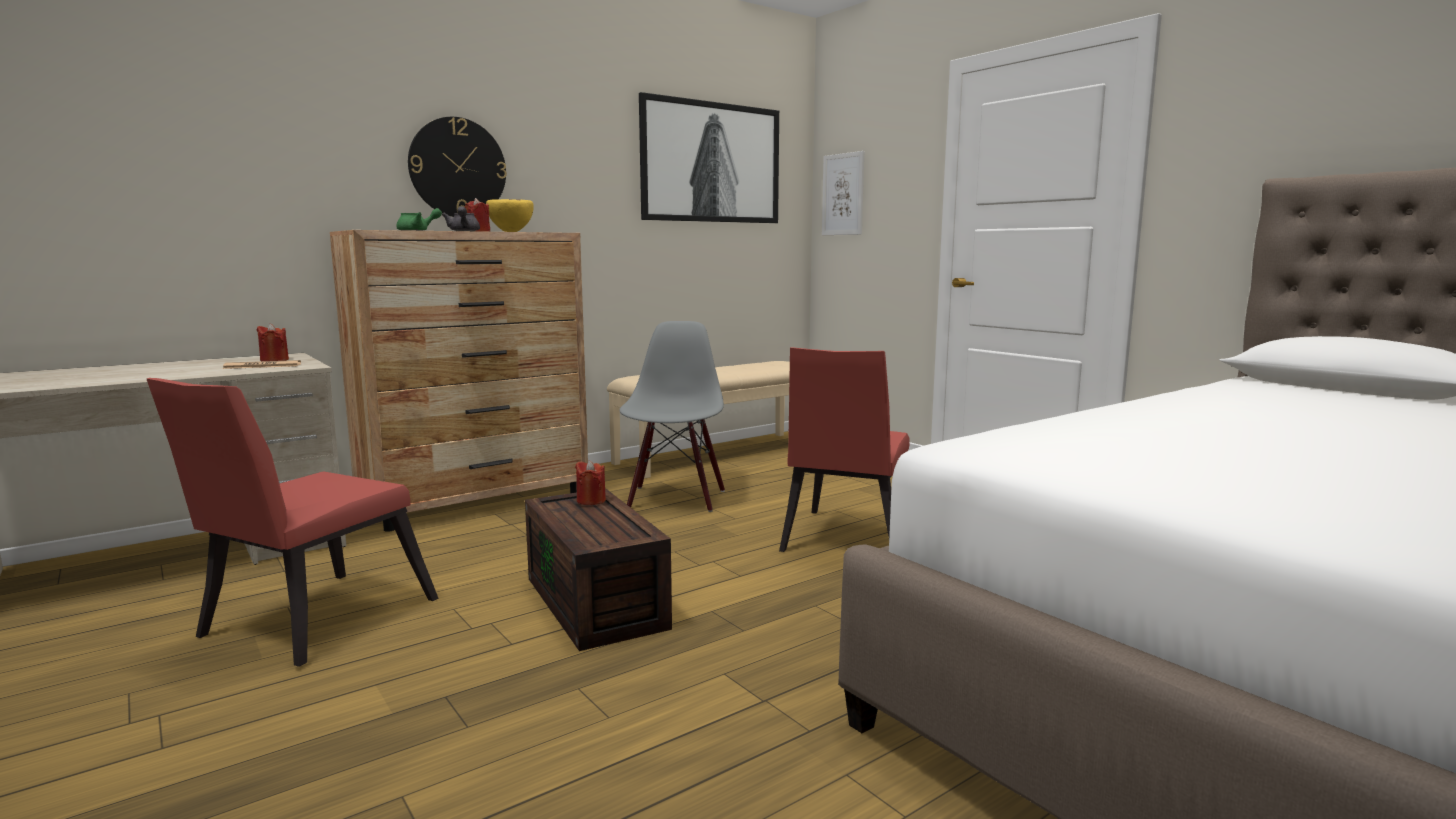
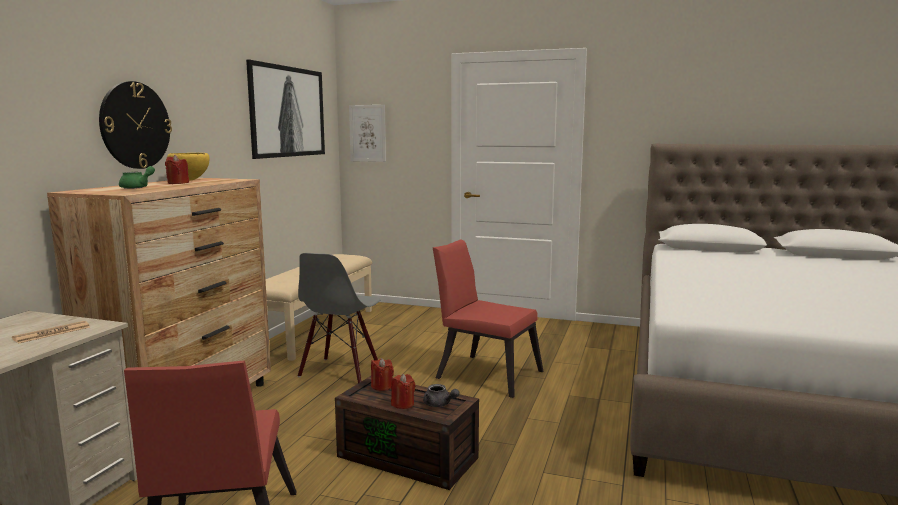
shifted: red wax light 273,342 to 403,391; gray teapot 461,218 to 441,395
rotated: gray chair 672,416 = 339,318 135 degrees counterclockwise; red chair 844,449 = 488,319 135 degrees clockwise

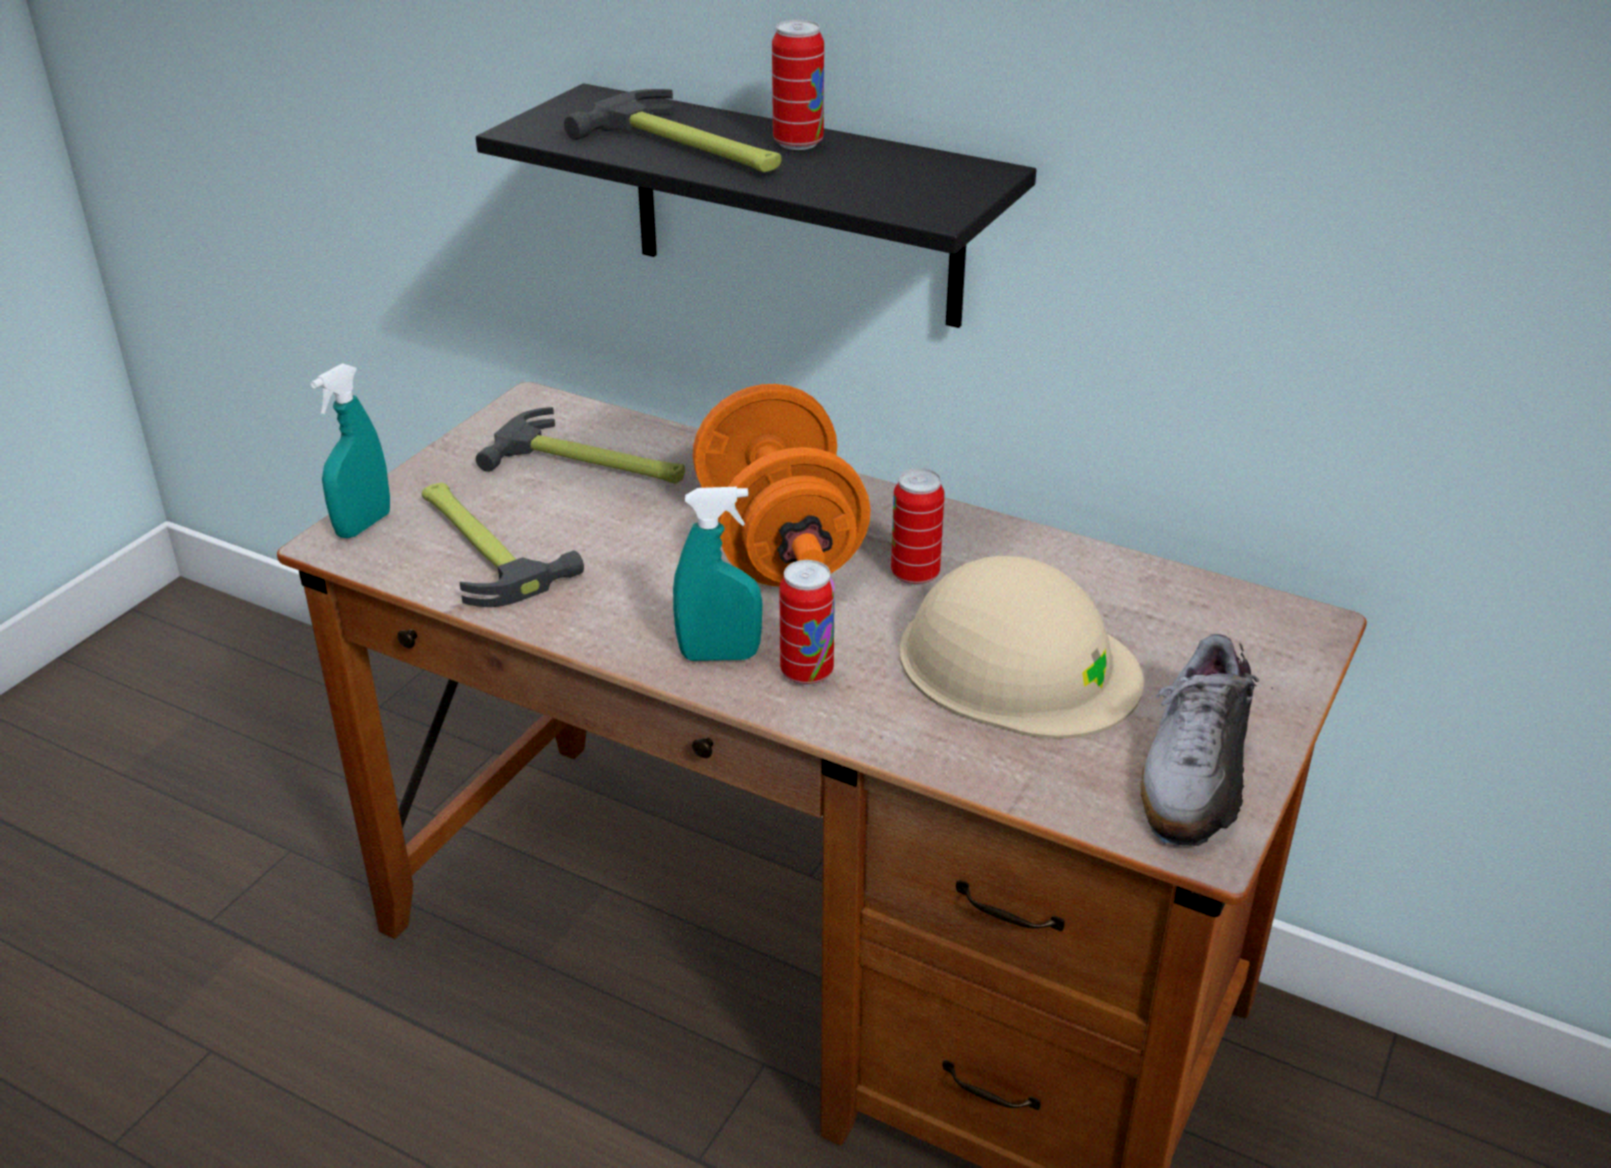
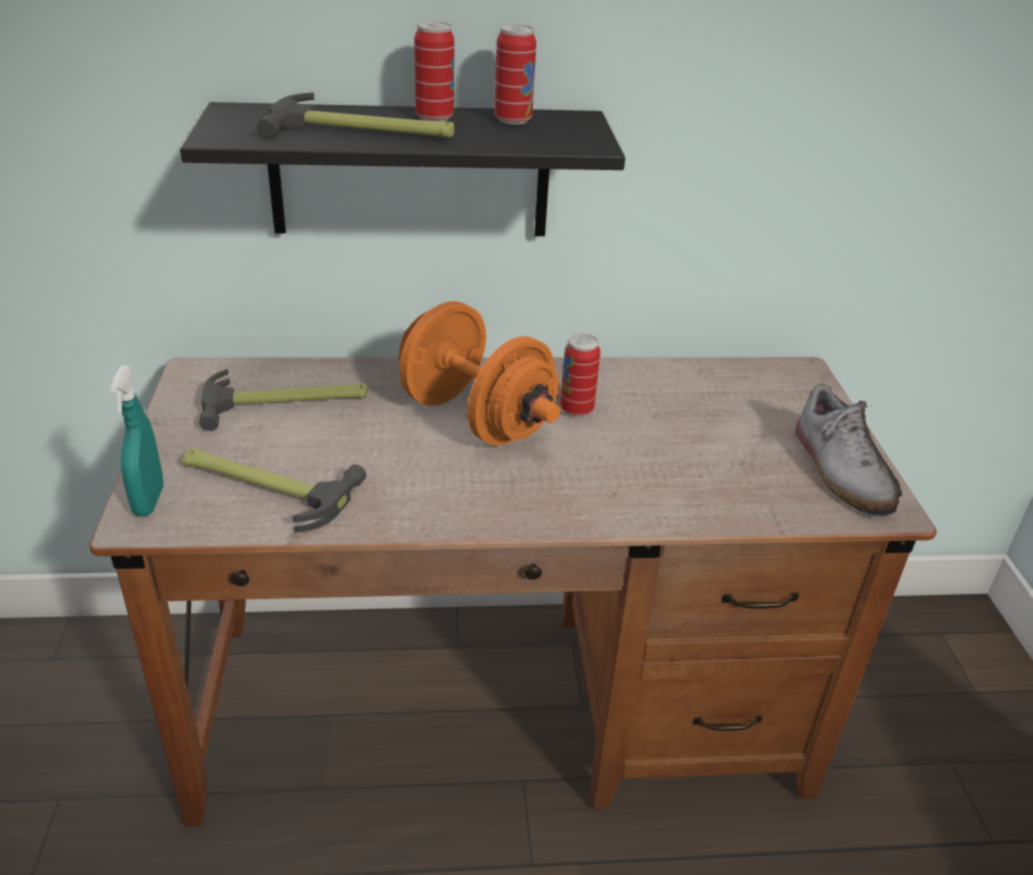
gone: blue-green hand sprayer 718,574; sand-coloured work helmet 1021,647
shifted: metal can 807,622 to 515,74

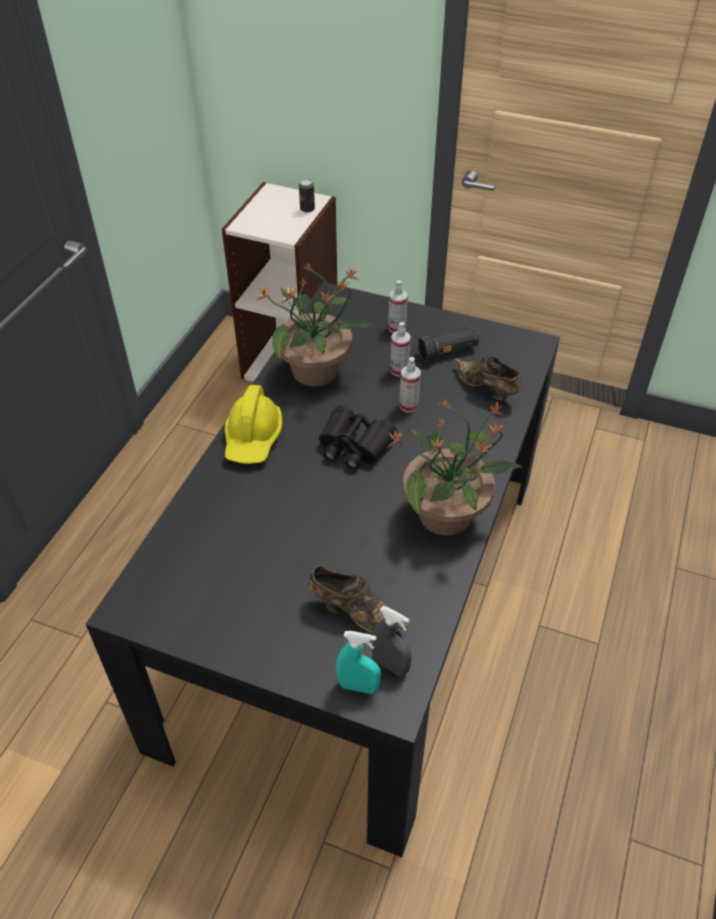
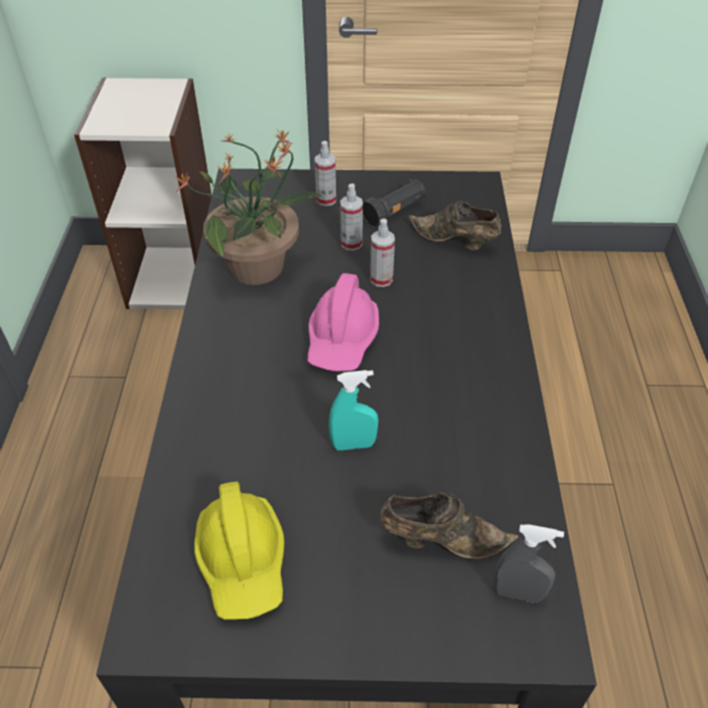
gone: metal can 307,196; houseplant 455,468
shifted: yellow-coloured work helmet 253,424 to 239,551; blue-green hand sprayer 358,662 to 354,410
swapped: blackish pair of binoculars 358,437 to pinkish work helmet 343,322

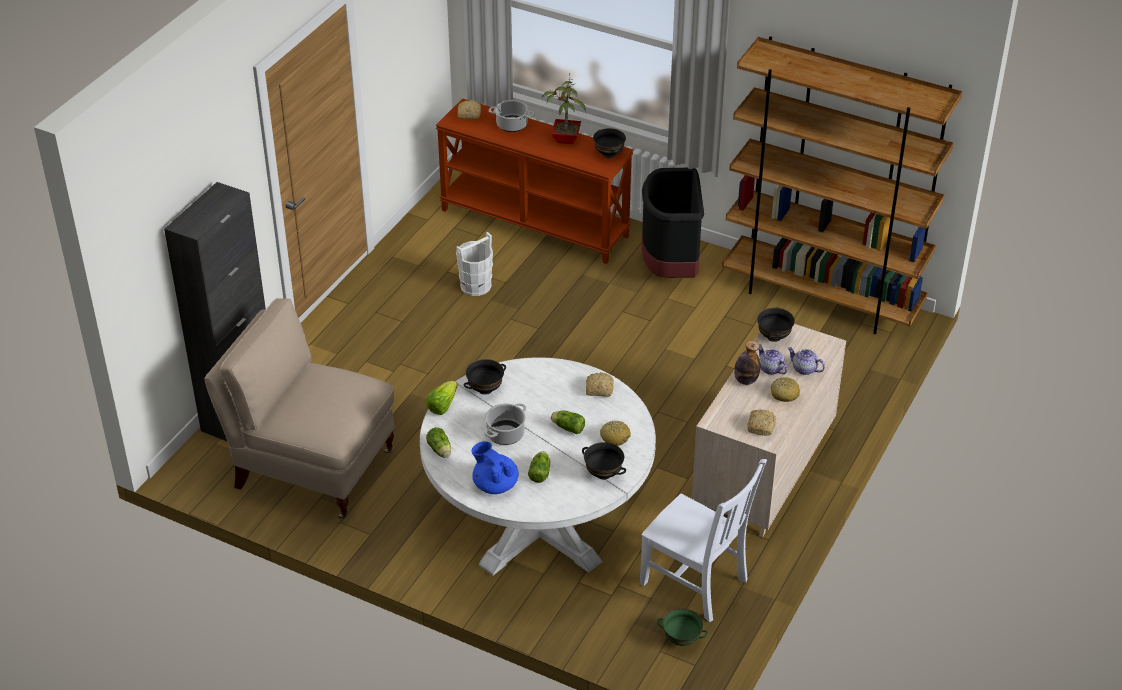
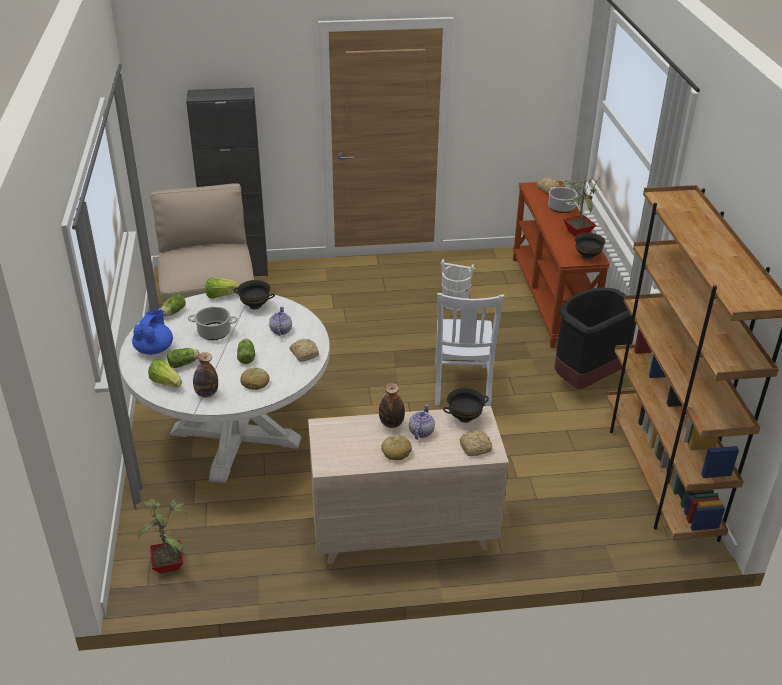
new: lettuce 165,373
shifted: white-coloured chair 703,540 to 469,349; baked bread 761,423 to 476,443; teapot 806,361 to 280,321
swapped: blackish serving bowl 604,461 to beverage bottle 205,375; greenish serving bowl 682,627 to houseplant 163,535

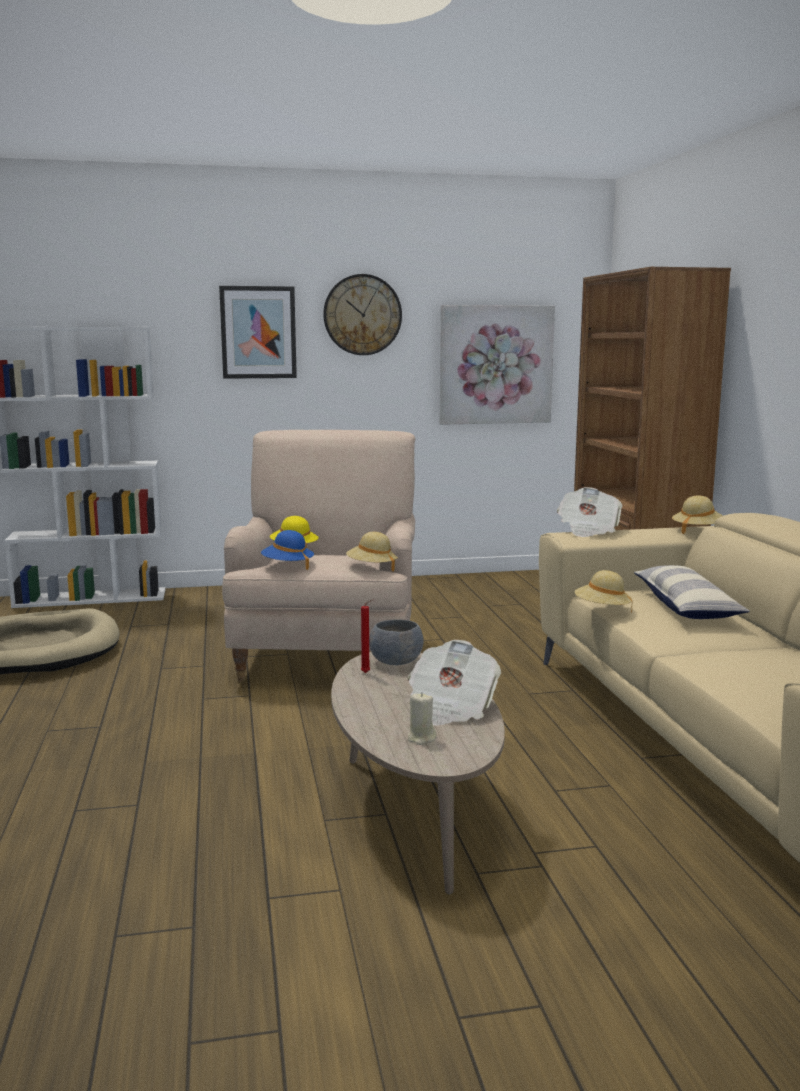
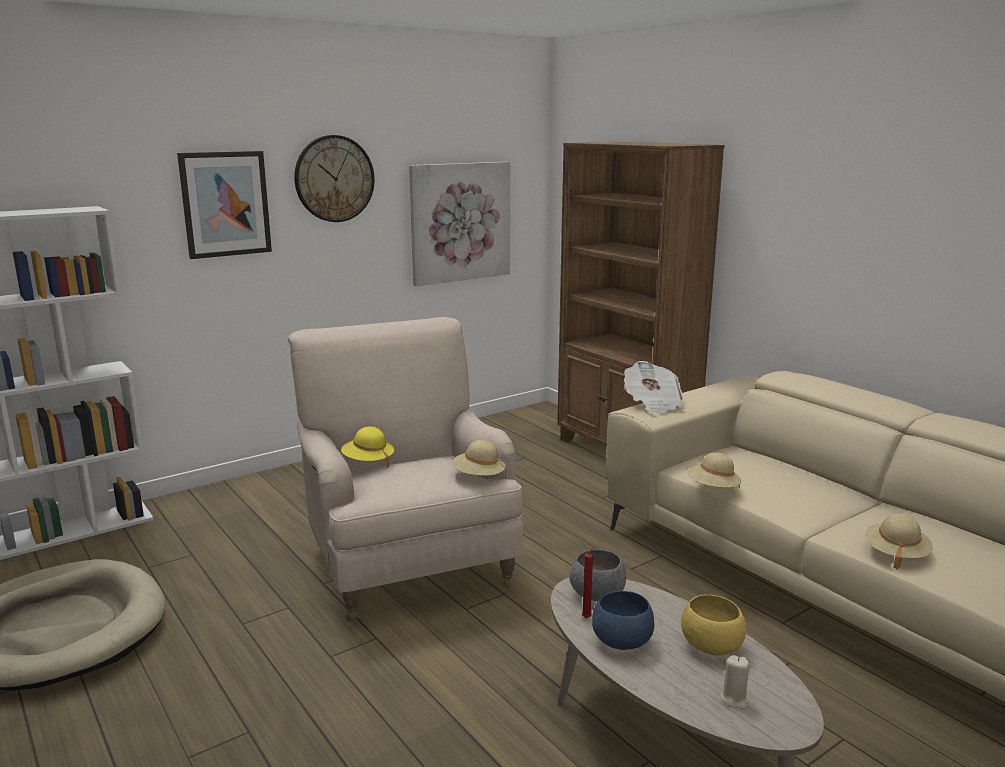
gone: blue hat 287,550; pillow 692,592
new: blue serving bowl 623,620
shifted: sand-coloured hat 697,514 to 899,542
swapped: printed paper 454,683 to yellow-coloured serving bowl 713,625

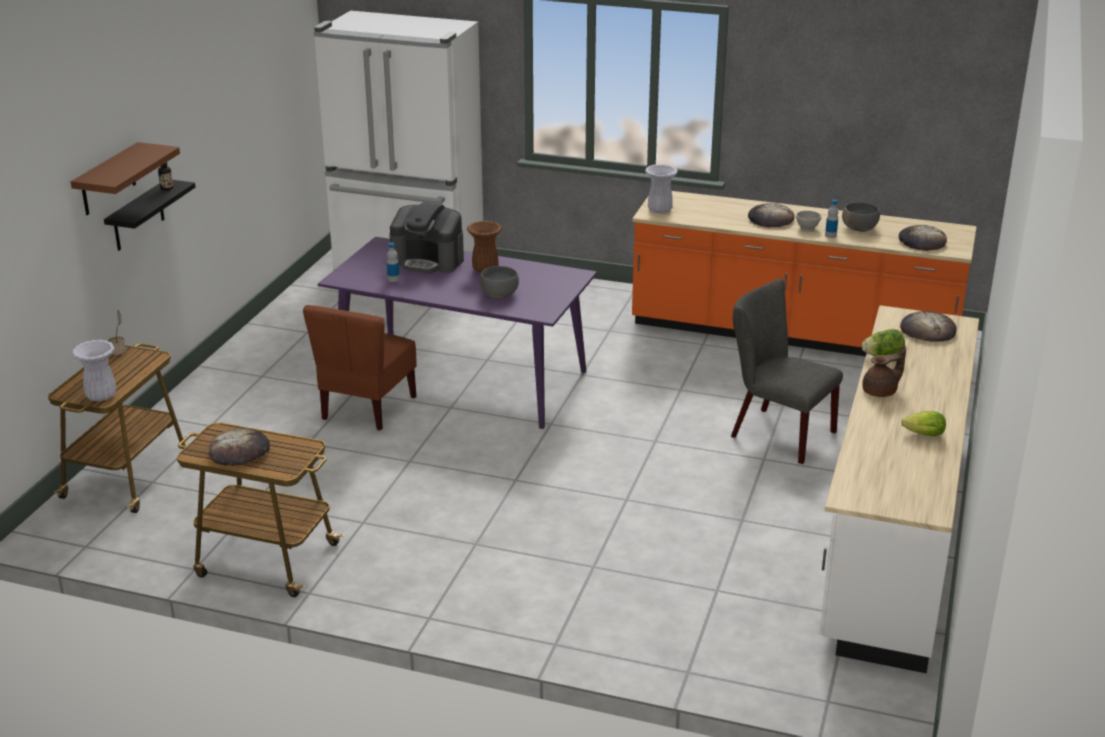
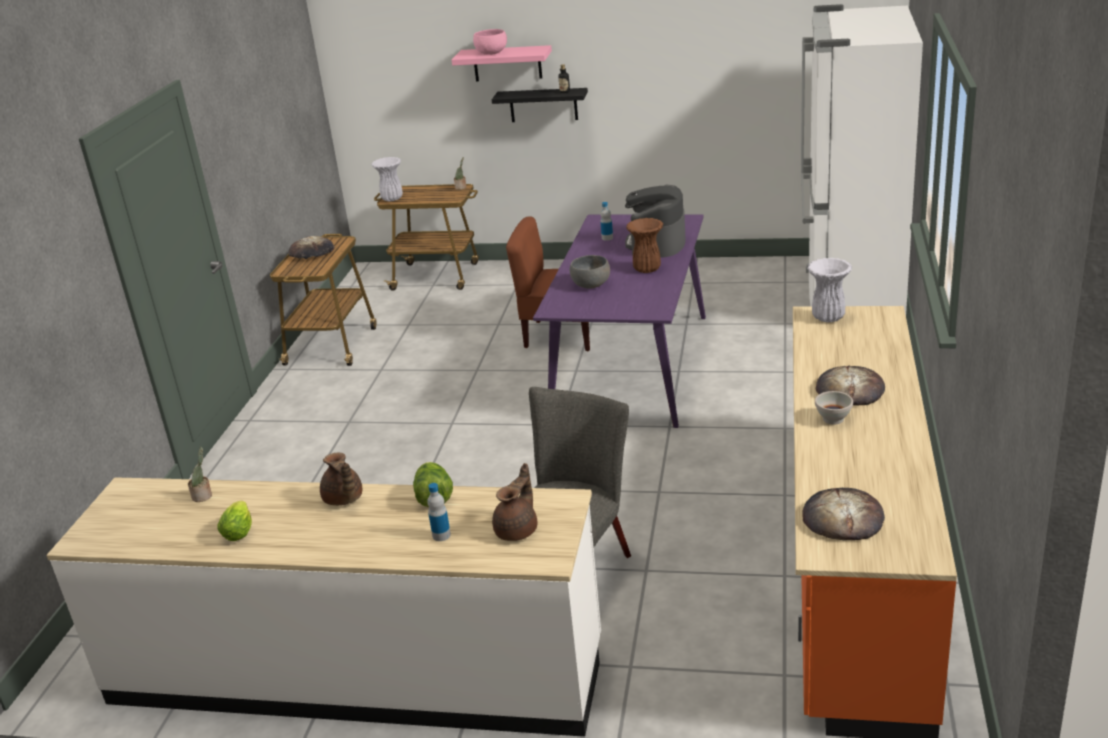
gone: gray serving bowl 861,217
new: houseplant 200,474; pinkish serving bowl 490,42
shifted: beverage bottle 831,219 to 439,512
swapped: baked bread 928,326 to brown teapot 514,502
repainted: brown bracket shelf 125,178 to pinkish bracket shelf 502,63

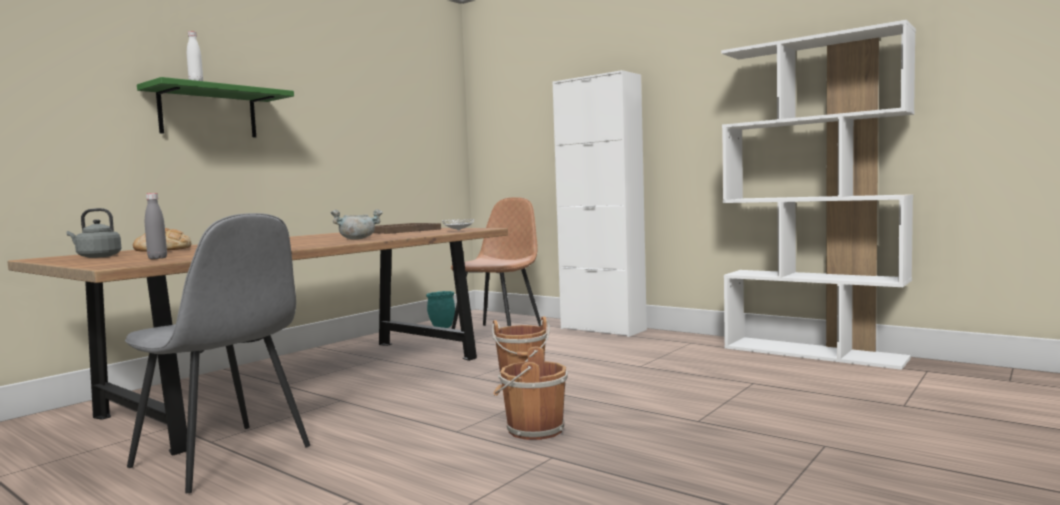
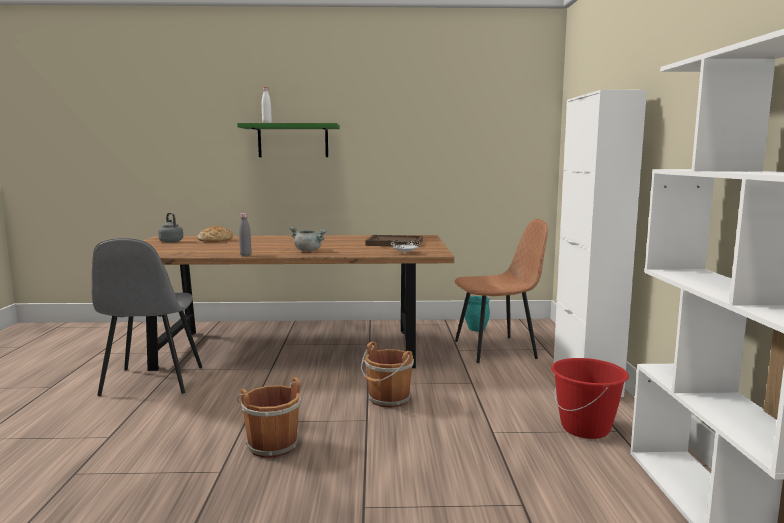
new: red bucket 590,398
shifted: gray beverage bottle 156,226 to 245,234

